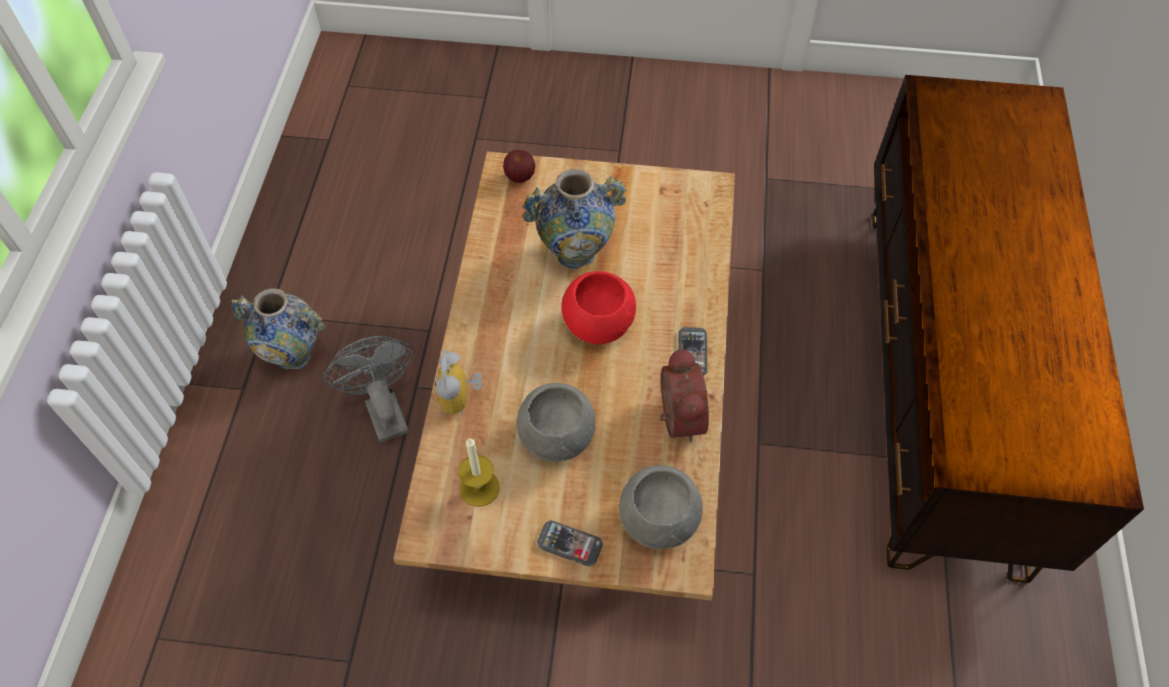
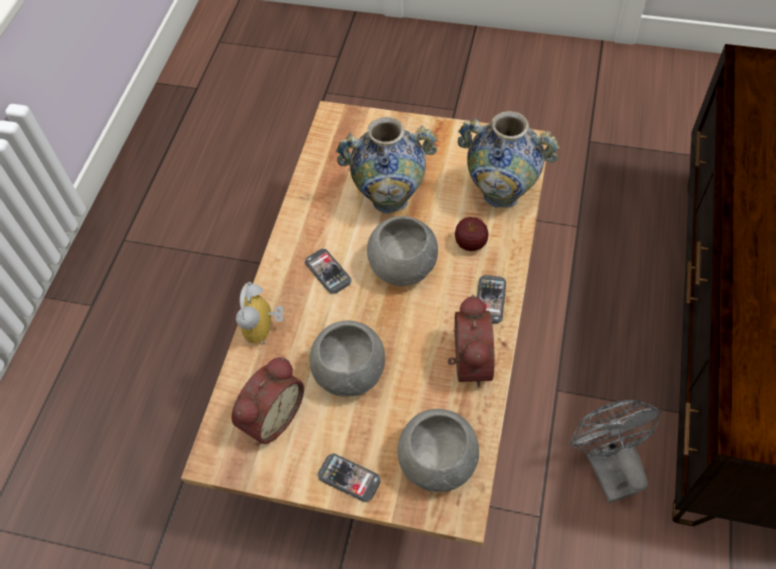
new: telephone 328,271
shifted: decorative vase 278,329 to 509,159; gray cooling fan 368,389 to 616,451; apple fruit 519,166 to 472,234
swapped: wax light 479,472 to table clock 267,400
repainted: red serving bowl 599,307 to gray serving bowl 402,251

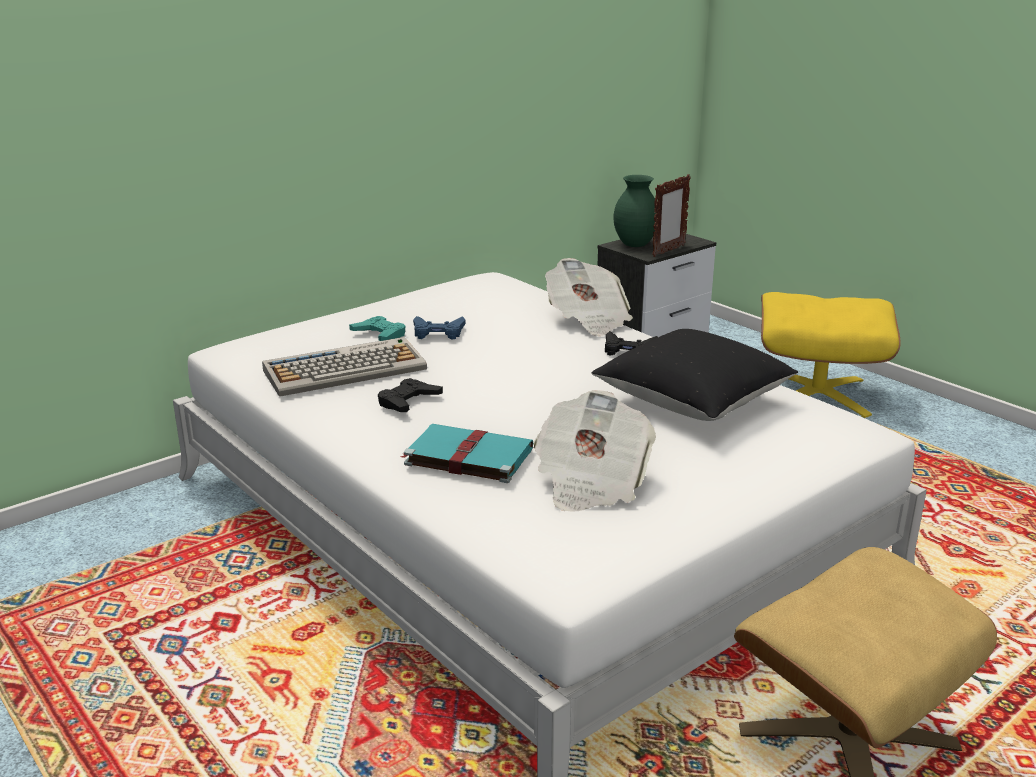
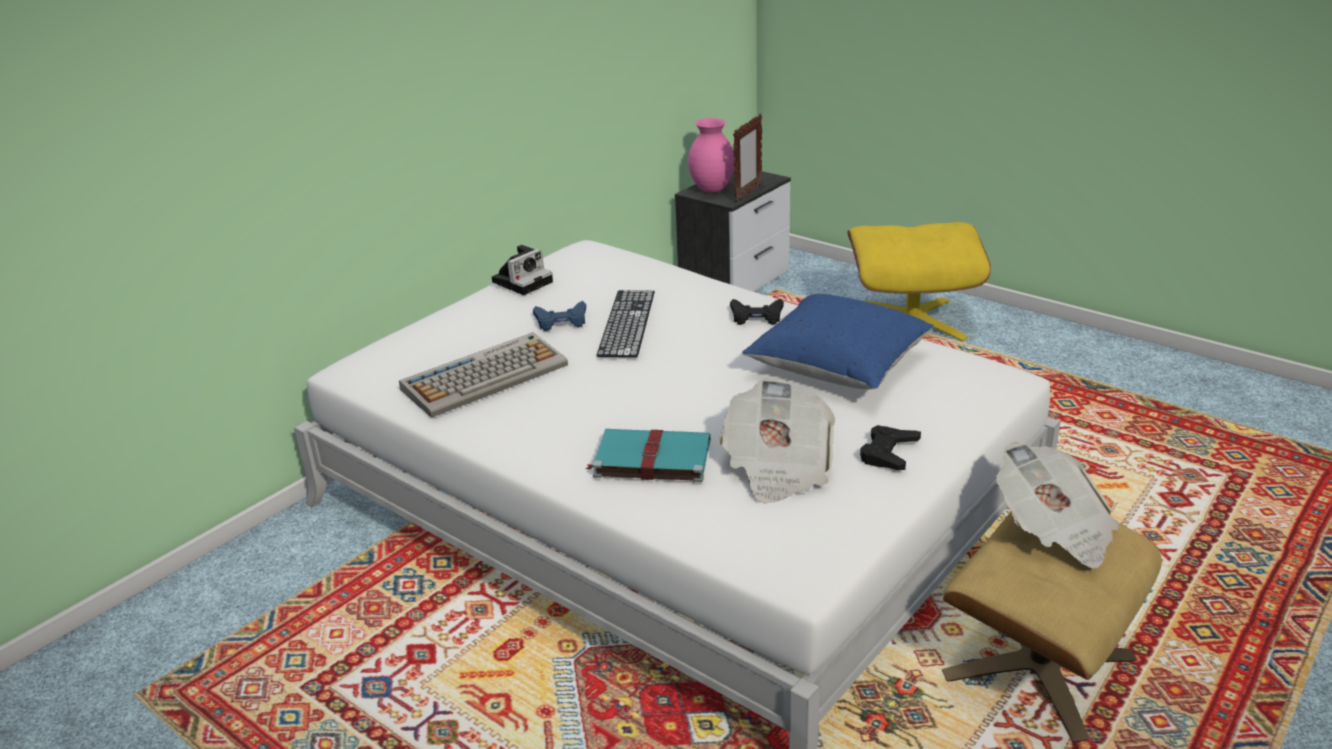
gone: blue-green gamepad 377,328
new: photo camera 522,270; PC keyboard 626,323
shifted: blackish gamepad 410,395 to 890,447; printed paper 589,297 to 1058,505
repainted: blackish pillow 694,375 to blue pillow 838,341; greenish decorative vase 635,211 to pinkish decorative vase 711,155

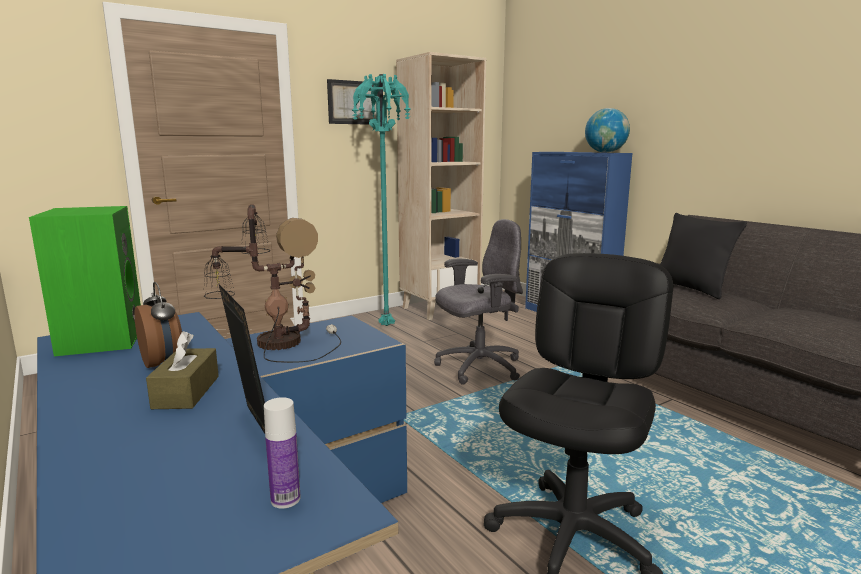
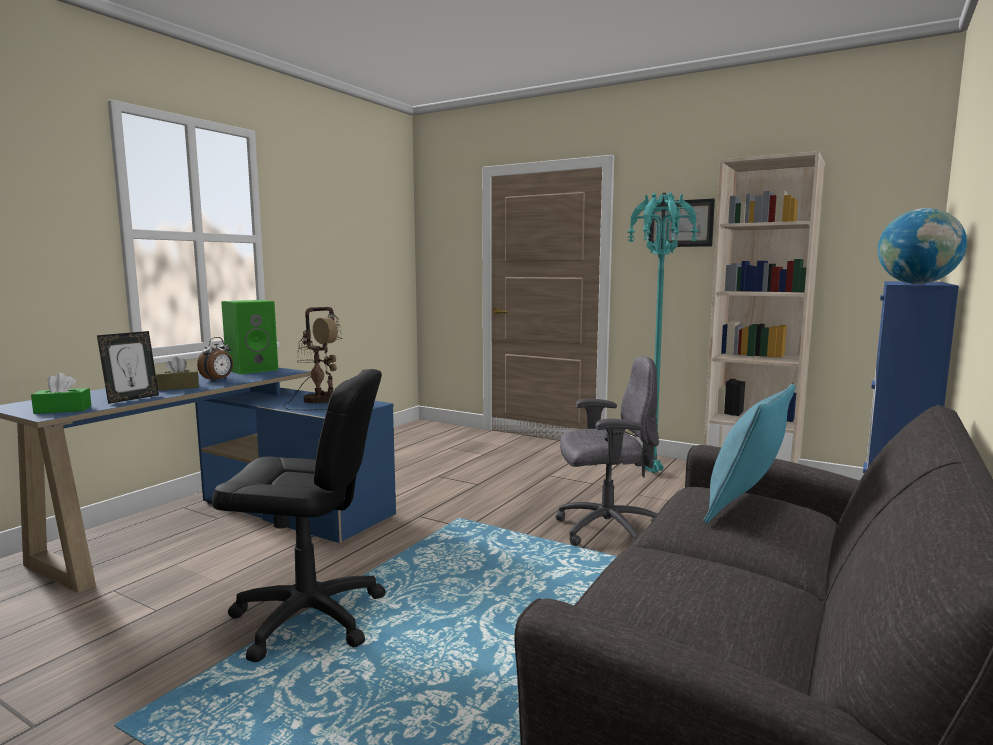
swapped: beverage bottle 282,453 to greenish tissue box 61,393
repainted: blackish pillow 703,256 to blue-green pillow 750,453
rotated: gray desk chair 478,302 = 607,451 45 degrees counterclockwise

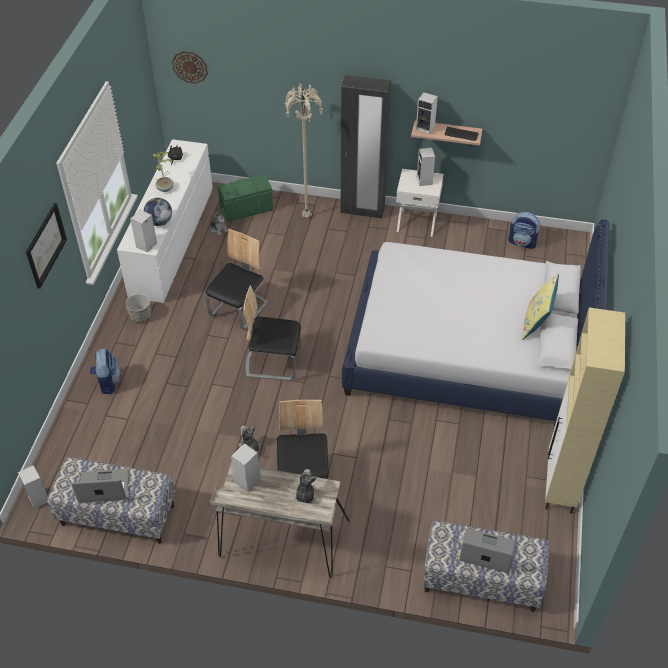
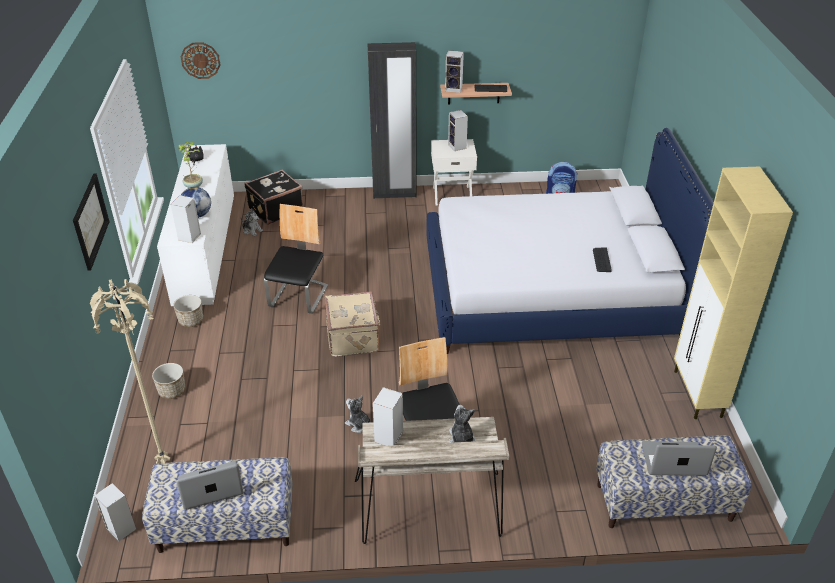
gone: yellow-coloured pillow 540,307
new: PC keyboard 602,259
shifted: sand-coloured floor lamp 304,151 to 130,371
swapped: rucksack 105,371 to flower pot 168,381; greenish storage bin 245,198 to blackish travel case 274,197; chair 272,333 to sand-coloured travel case 353,324

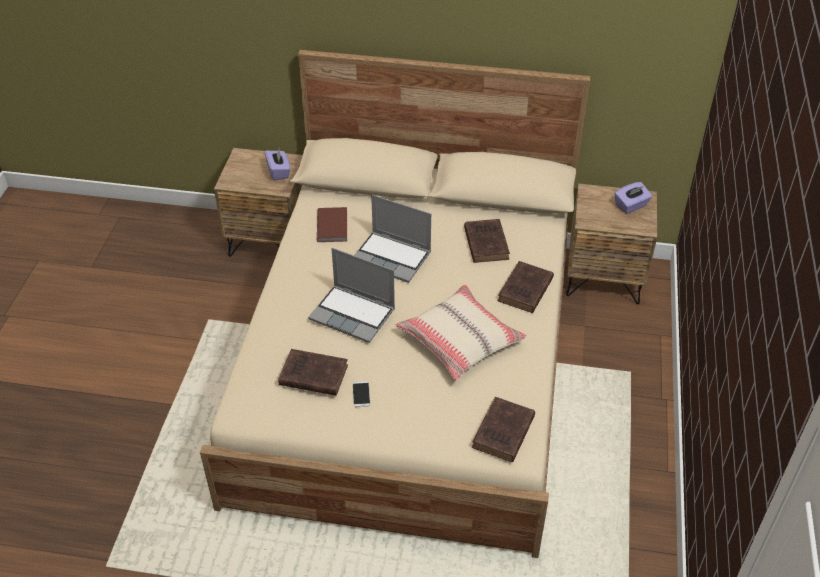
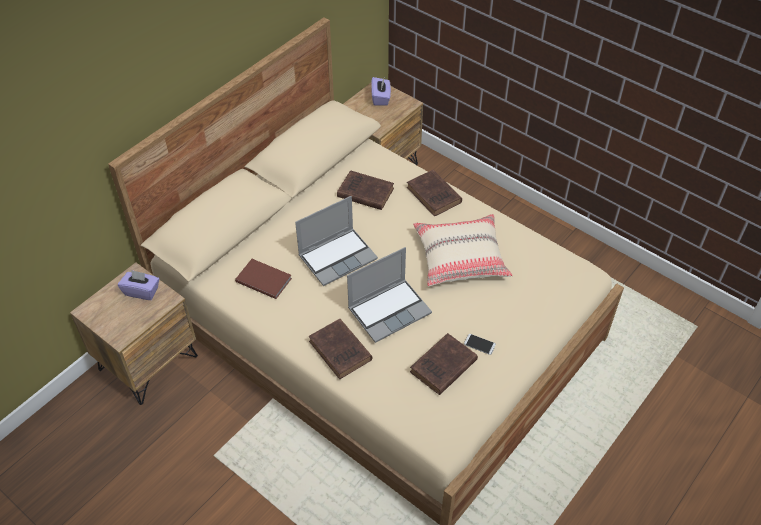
shifted: brown book 503,429 to 340,349

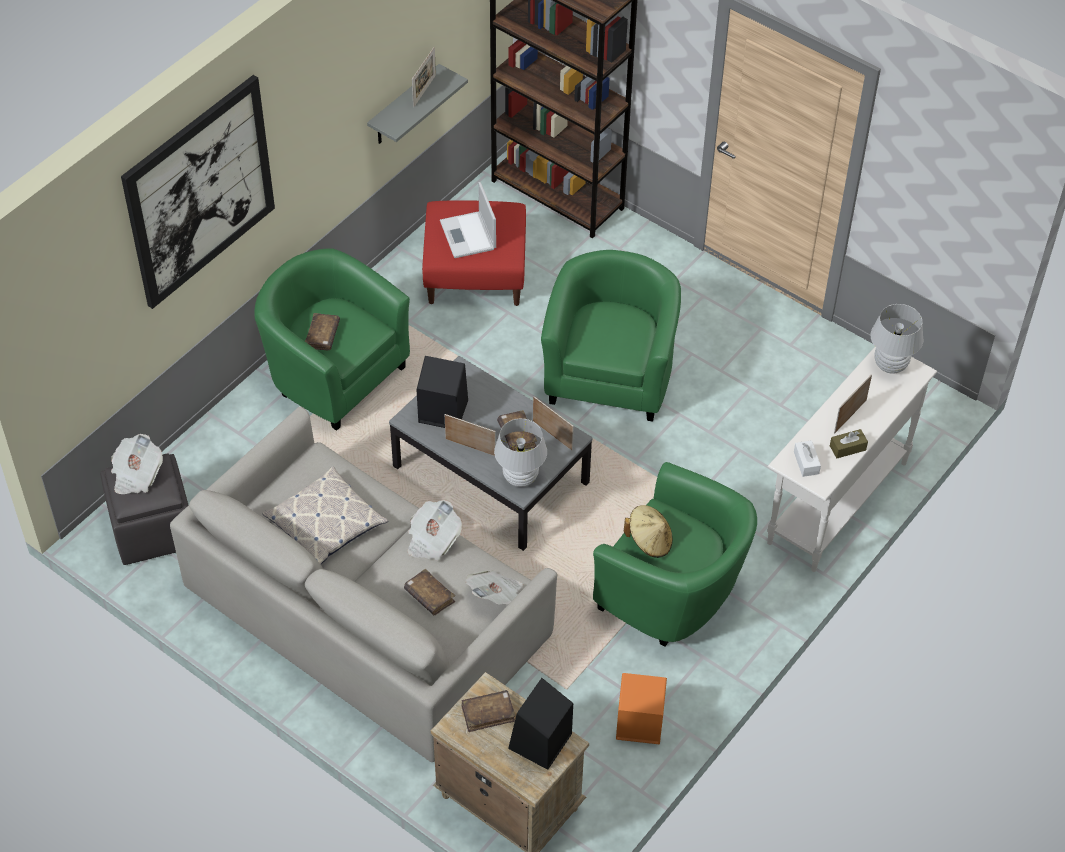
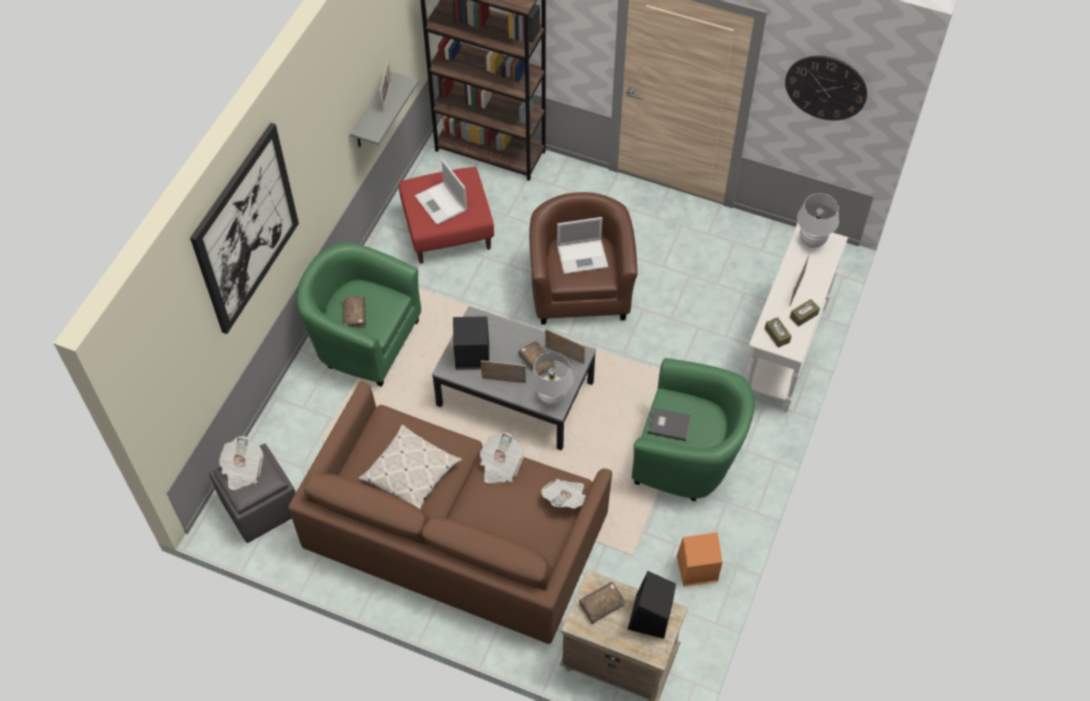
gone: brown book 429,592
new: notebook computer 582,245; wall clock 826,88
swapped: sand-coloured hat 648,531 to gray book 669,424
repainted: gray couch 363,584 to brown couch 450,512; greenish lounge chair 611,336 to brown lounge chair 583,258; white-coloured tissue box 807,458 to brown tissue box 778,332

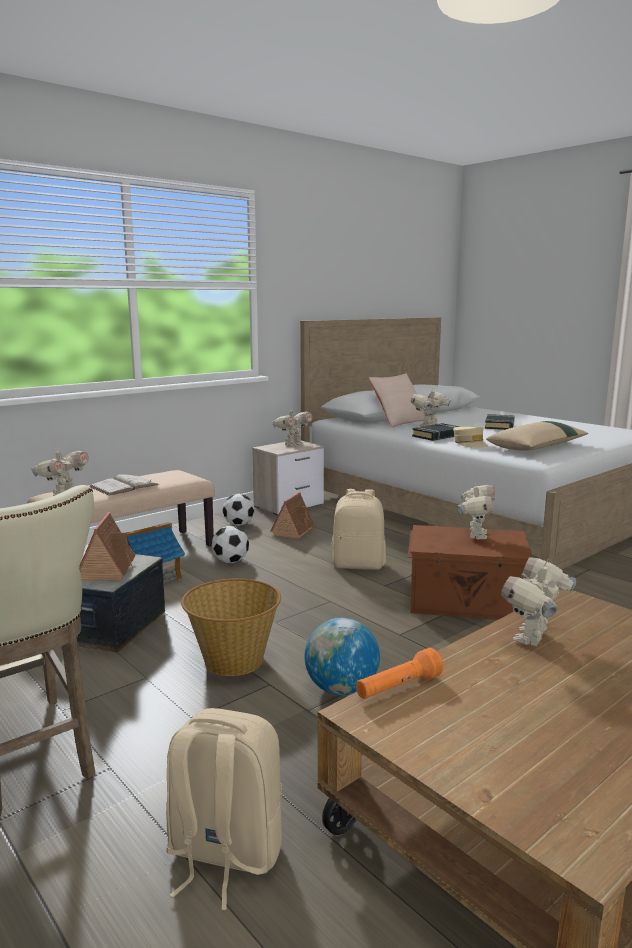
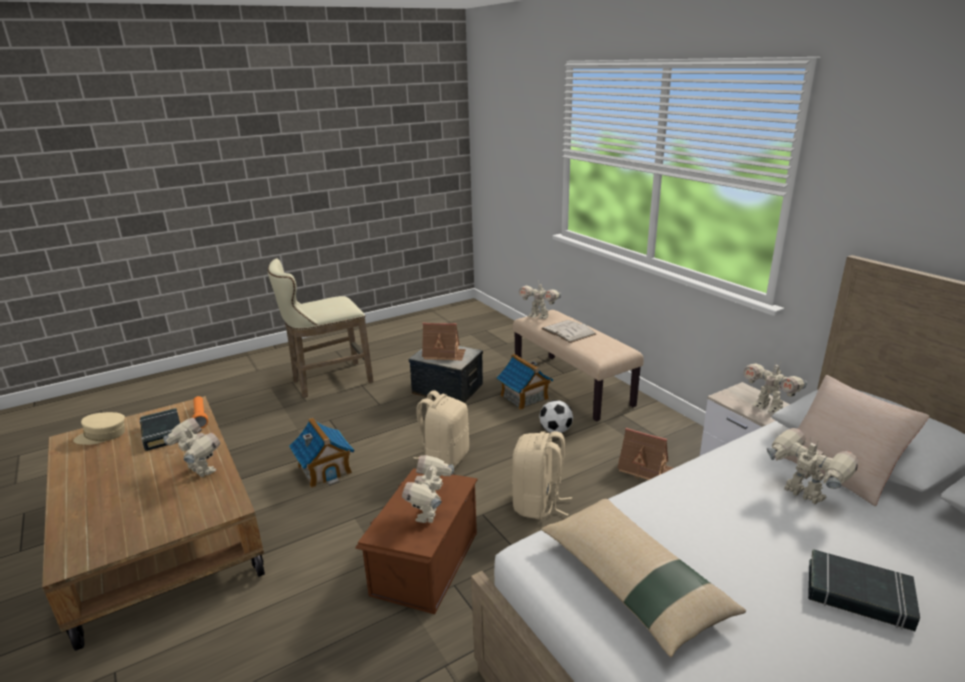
gone: storage basket 231,627; football 238,510
shifted: sand-coloured rucksack 224,809 to 441,429; blackish book 436,432 to 159,429; sand-coloured peaked cap 470,437 to 99,428
swapped: world globe 342,657 to toy house 321,452
rotated: toy robot 476,510 = 428,489 75 degrees clockwise

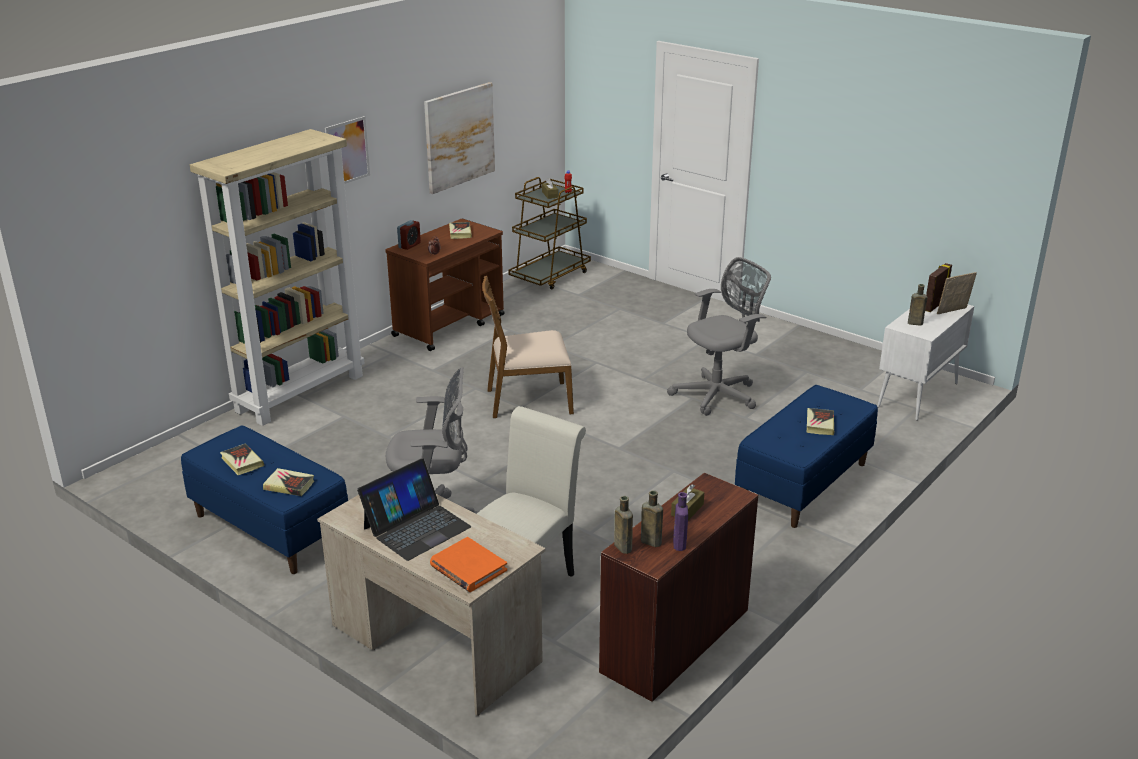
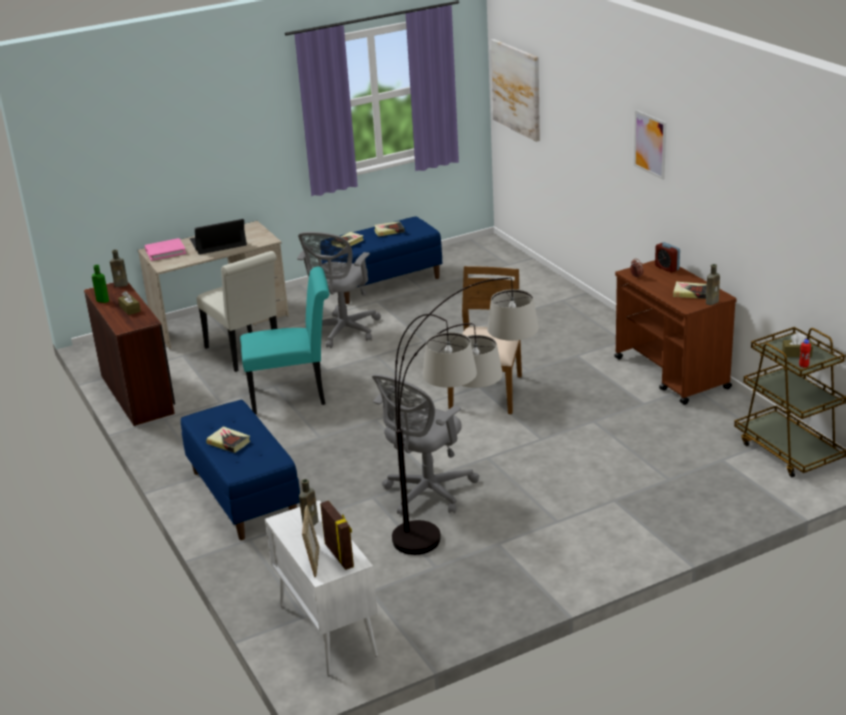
gone: sand-coloured bookshelf 277,277
new: blue-green chair 284,340; floor lamp 465,416
shifted: wall art 459,138 to 515,90; brown beverage bottle 652,518 to 713,284
repainted: orangey book 468,564 to pinkish book 165,249; purple beverage bottle 680,521 to greenish beverage bottle 100,284
rotated: notebook computer 414,510 = 218,237 90 degrees clockwise; gray desk chair 719,336 = 425,445 45 degrees clockwise

